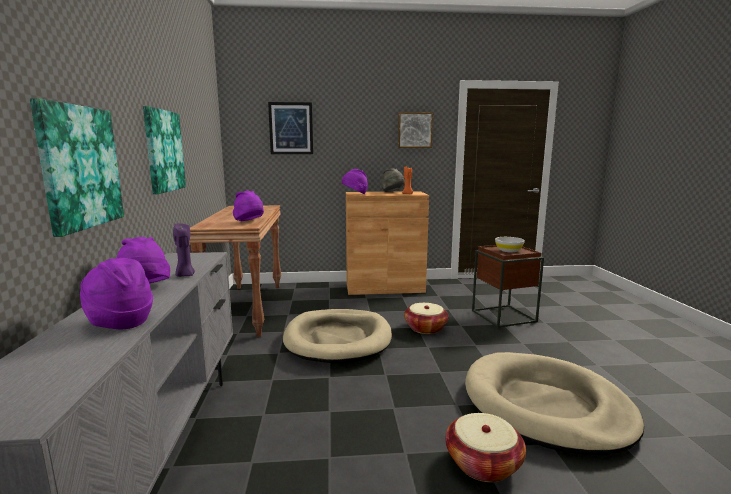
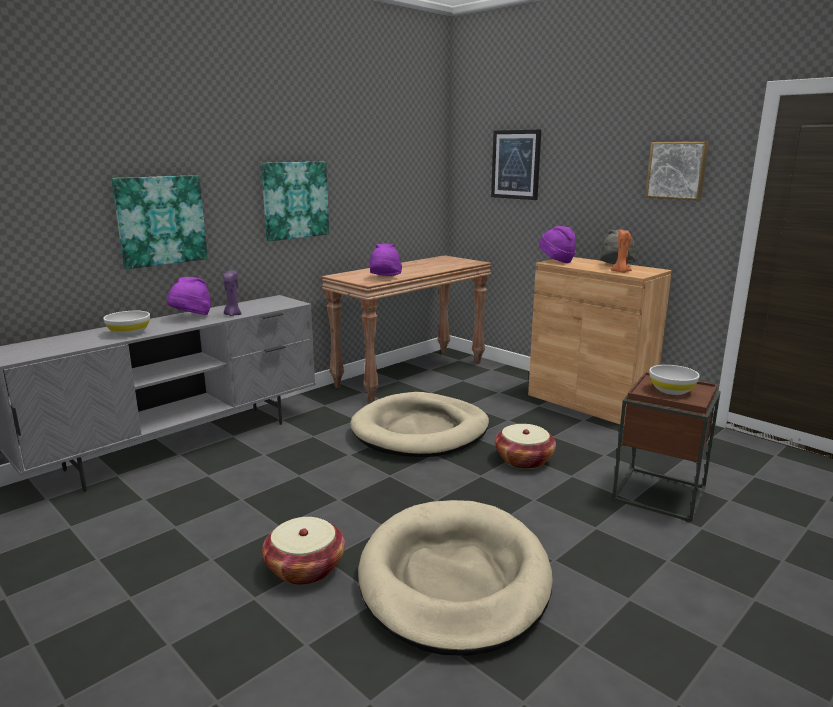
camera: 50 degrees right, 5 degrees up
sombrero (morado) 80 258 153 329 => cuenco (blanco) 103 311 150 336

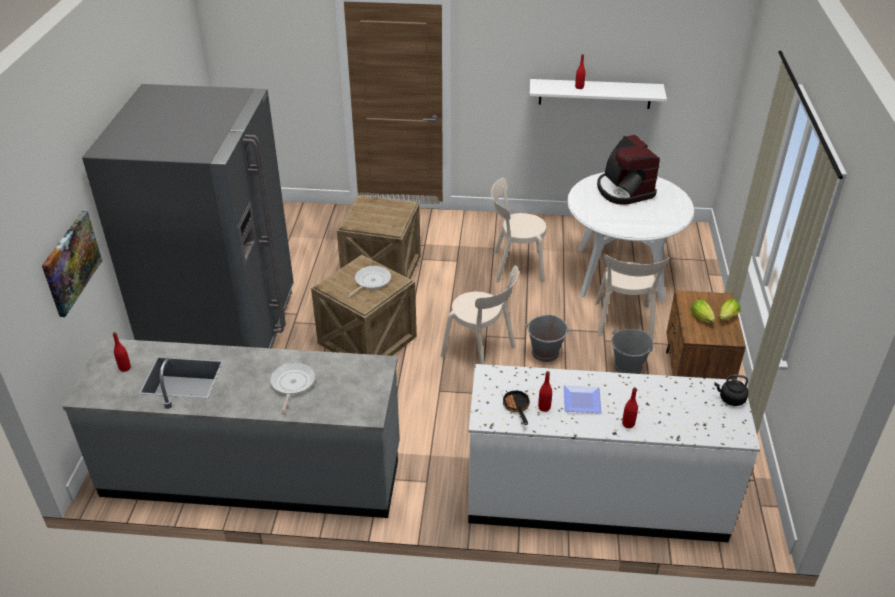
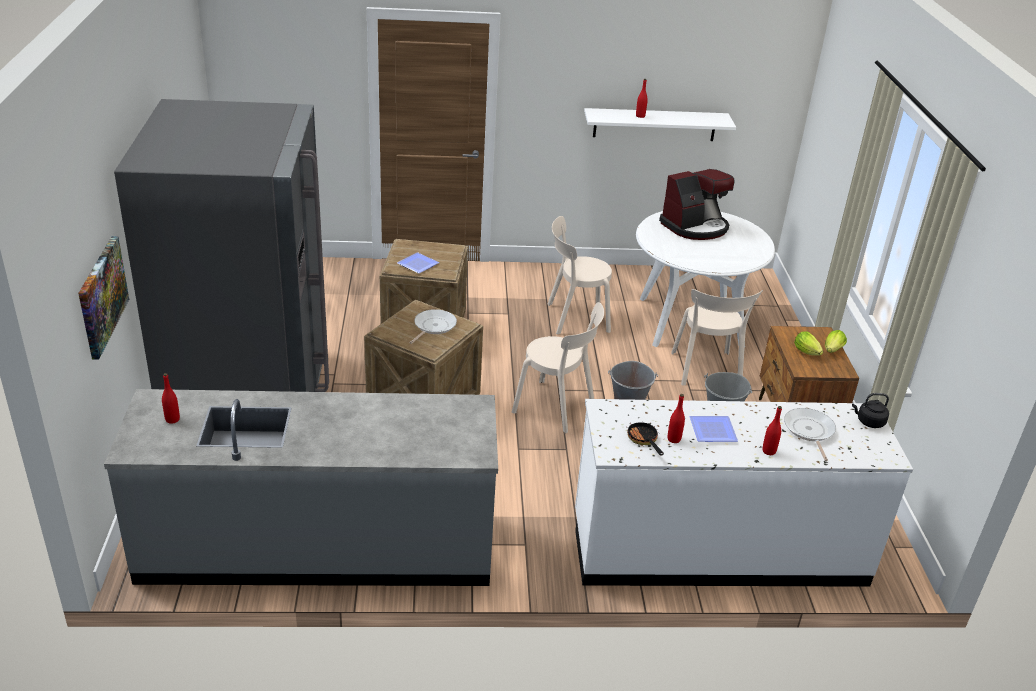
camera: 10 degrees left, 5 degrees down
nothing => plato 397 252 439 273
cafetera 597 135 660 205 => cafetera 659 169 734 240, 90 degrees counterclockwise
sartén 270 362 315 414 => sartén 784 408 836 461, relocated

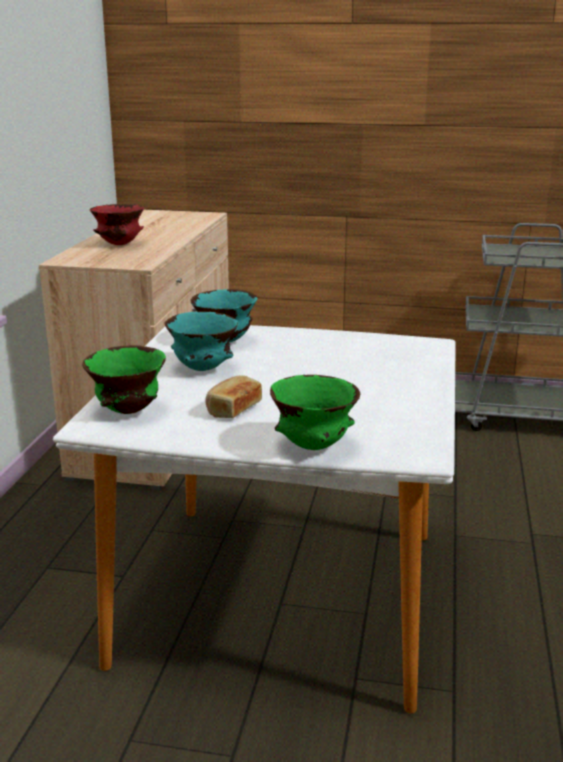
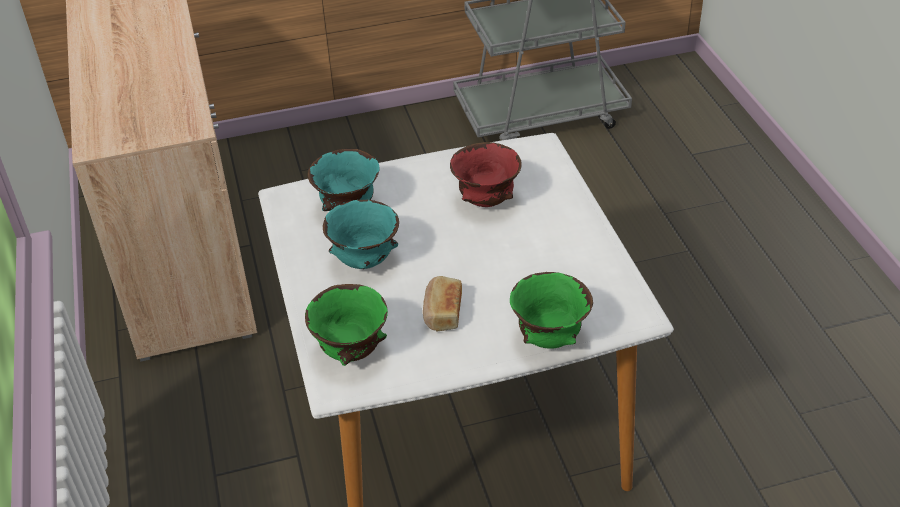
camera: 25 degrees left, 20 degrees up
cuenco (rojo) 90 204 144 245 => cuenco (rojo) 450 142 522 207, relocated

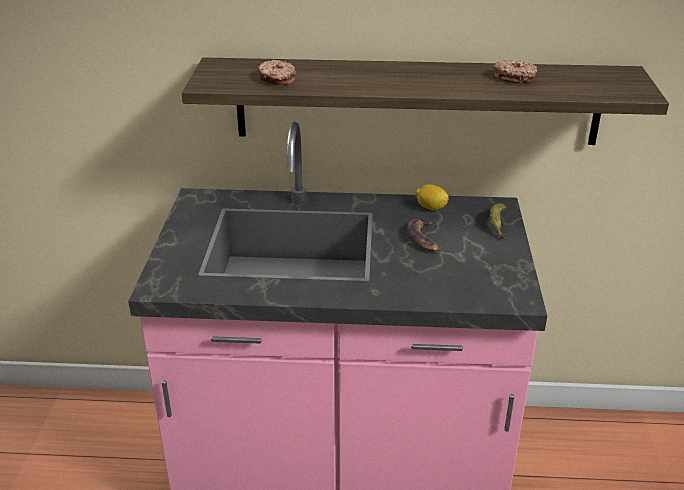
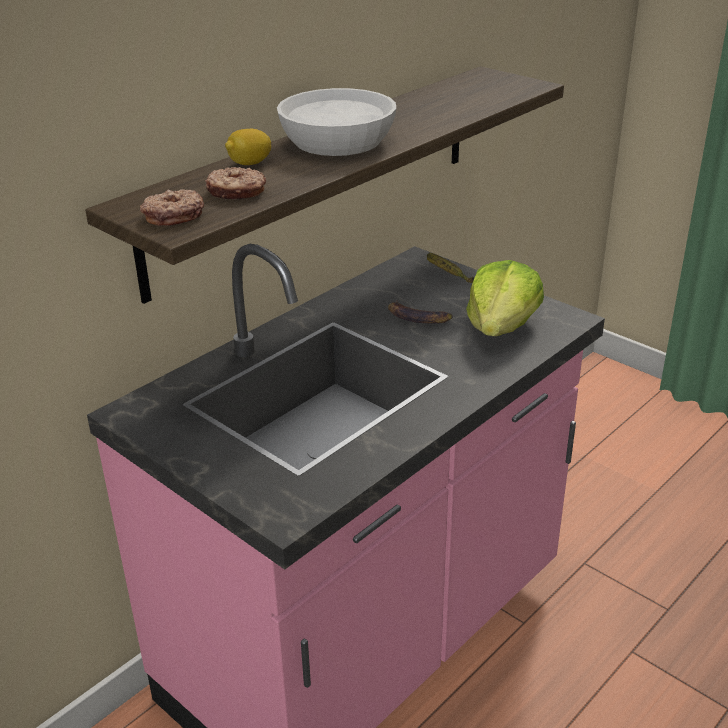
camera: 50 degrees left, 0 degrees up
rosquilla 493 60 538 83 => rosquilla 140 189 204 226, relocated
limón 415 184 449 210 => limón 225 129 271 165, relocated
nothing => cuenco (blanco) 277 88 396 156
nothing => lechuga 466 260 544 336

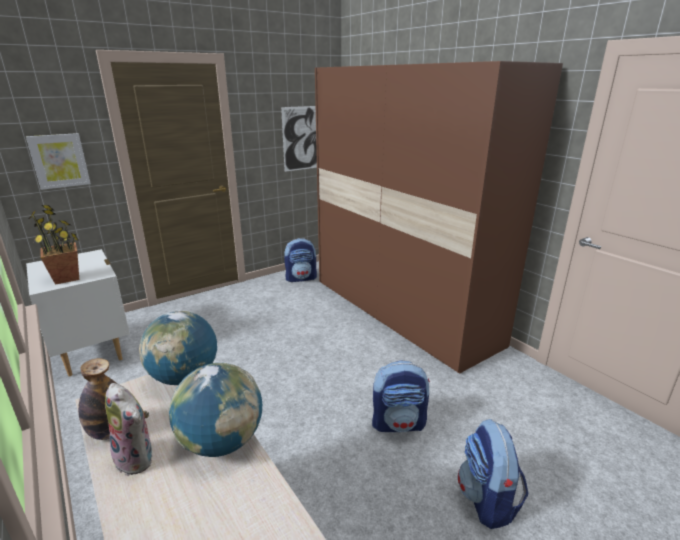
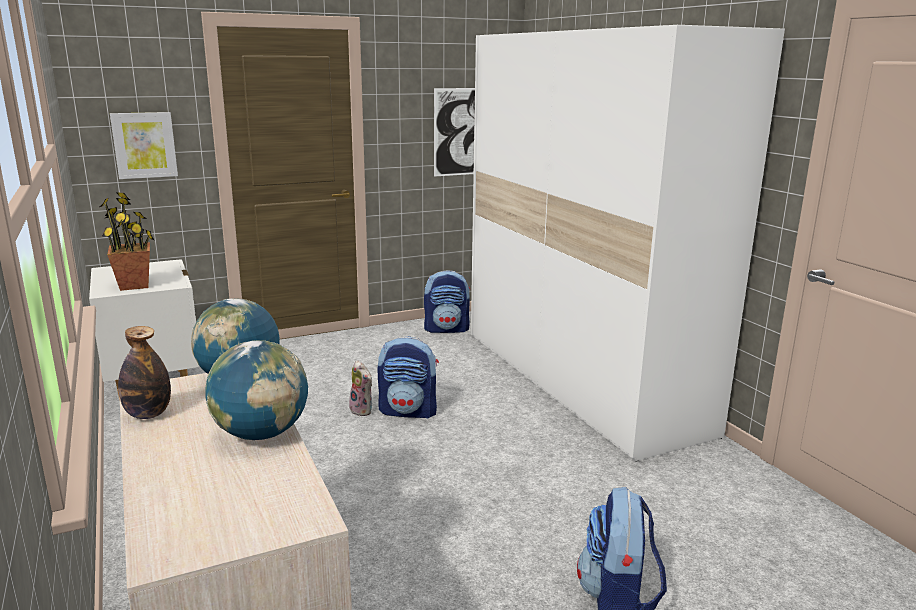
camera: 10 degrees right, 5 degrees down
peluche 105 383 152 476 => peluche 349 360 372 416, relocated
mochila 372 360 430 432 => mochila 378 336 439 418, relocated
armario ropero (marrón) 315 61 563 374 => armario ropero (blanco) 471 25 785 462

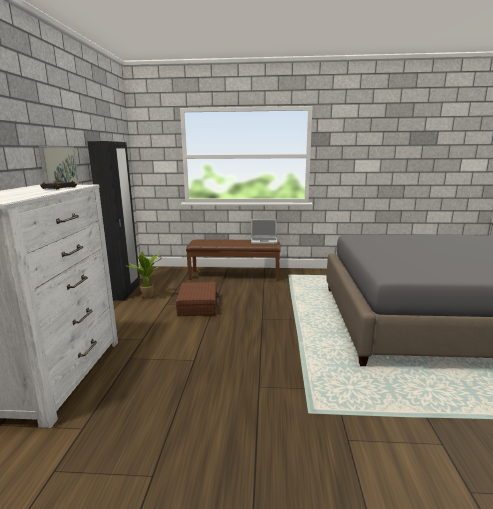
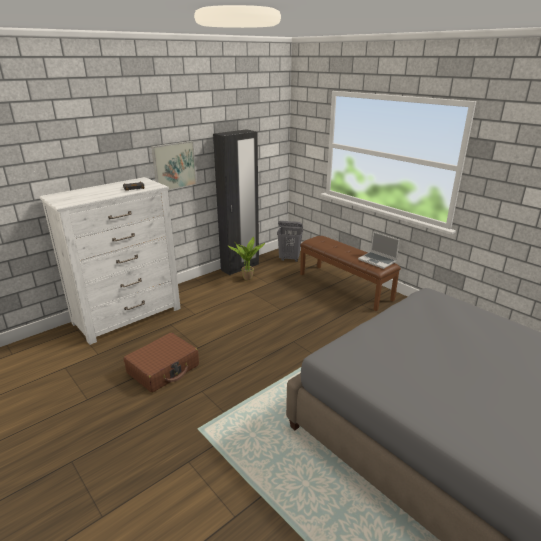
camera: 45 degrees right, 10 degrees up
maleta (marrón) 176 282 219 316 => maleta (marrón) 124 333 199 393, relocated
nothing => cesto de la ropa (gris) 277 221 303 262

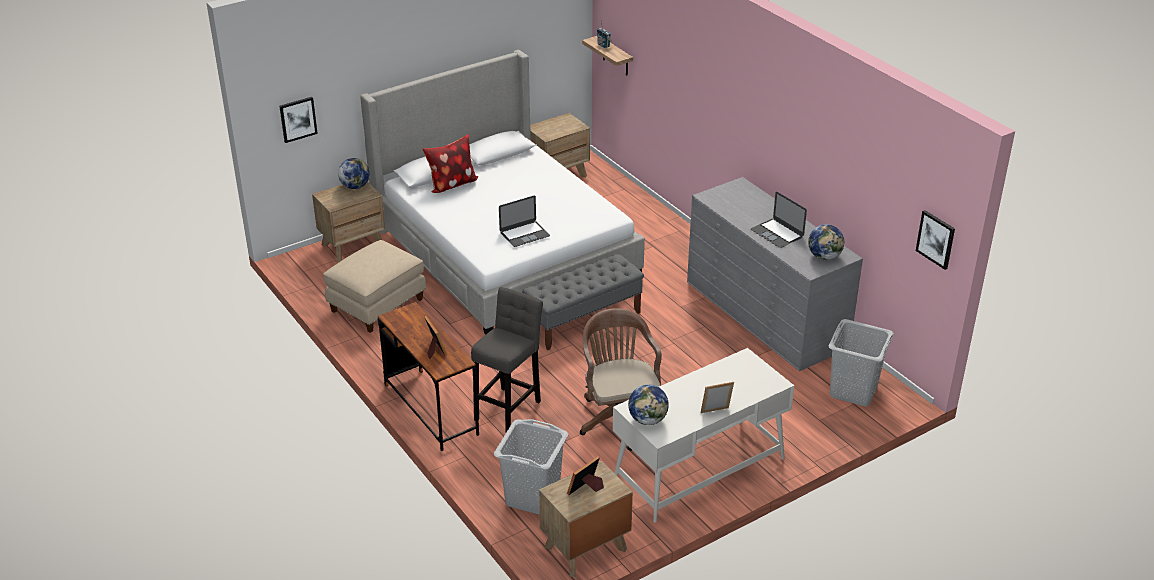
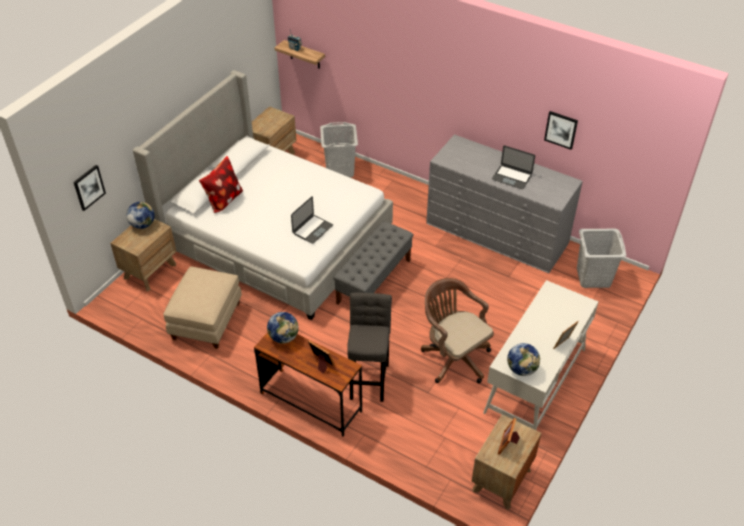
camera: 25 degrees left, 10 degrees up
globo terráqueo 808 224 844 260 => globo terráqueo 267 312 299 344, relocated
cesto de la ropa (gris) 494 419 568 515 => cesto de la ropa (gris) 320 122 358 177, relocated
cuadro 916 210 955 270 => cuadro 544 111 578 150, relocated

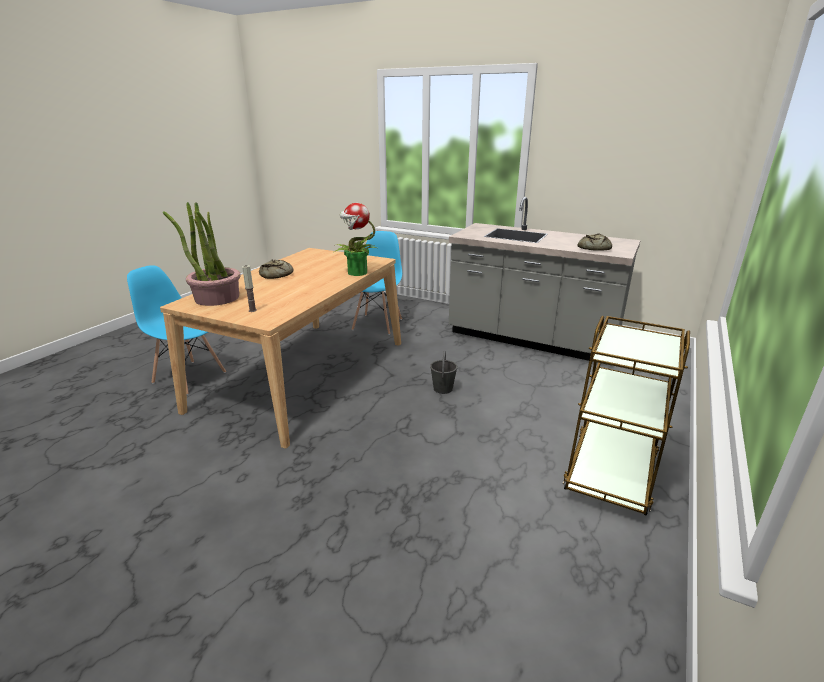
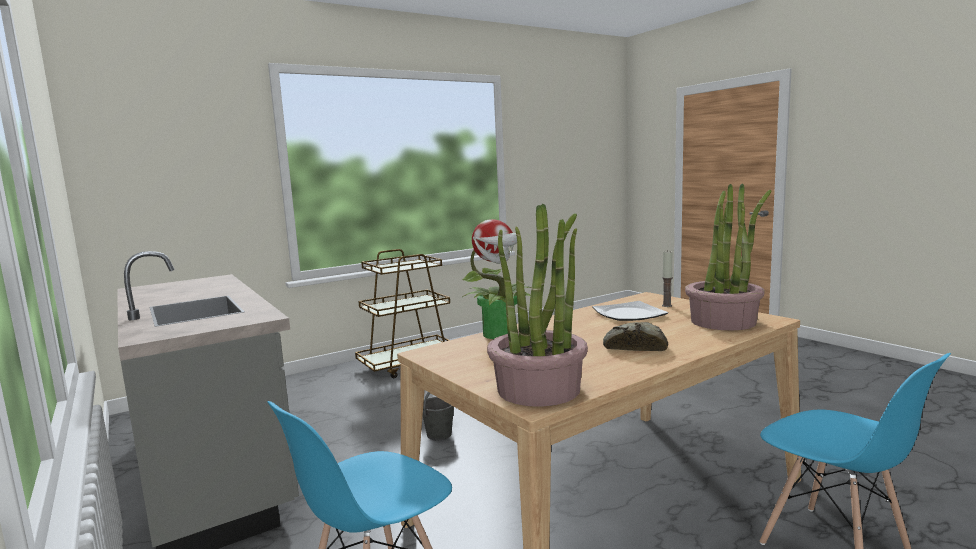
camera: 150 degrees left, 15 degrees down
nothing => planta en maceta 487 204 588 407
nothing => plato 592 301 668 321
pan 578 234 612 251 => nothing

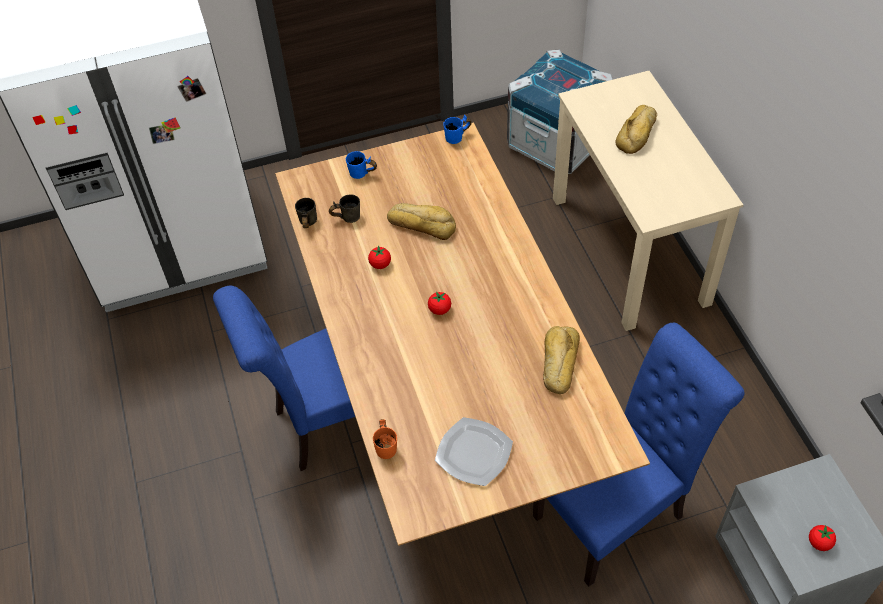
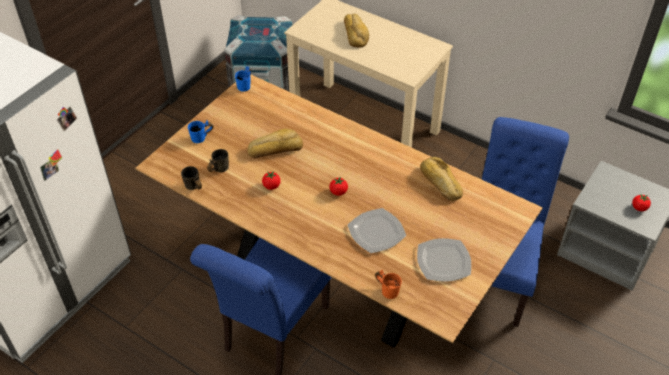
camera: 40 degrees left, 5 degrees down
nothing => plato 348 208 406 253

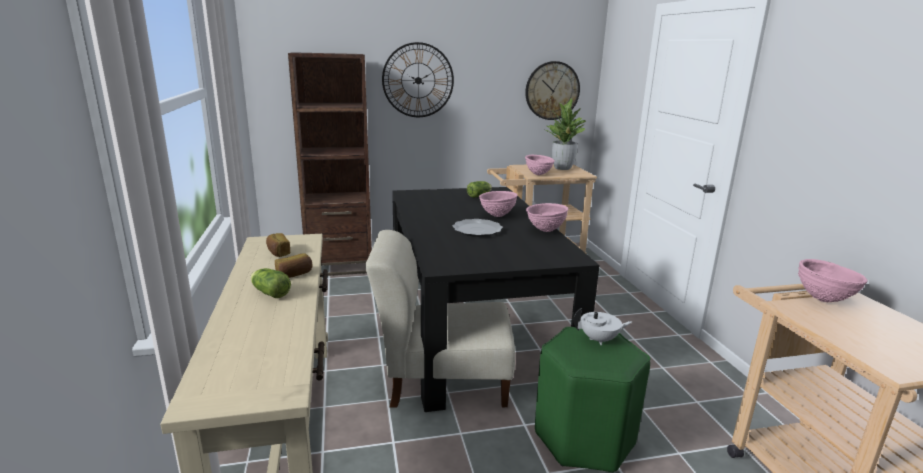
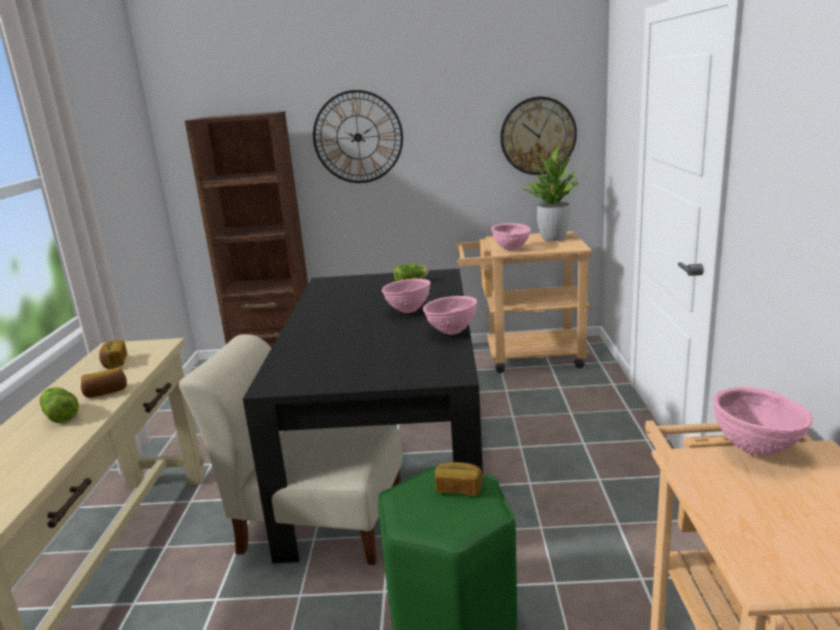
camera: 15 degrees right, 0 degrees up
tetera (blanco) 573 308 632 345 => pan 435 462 483 496
plato 452 219 503 237 => nothing

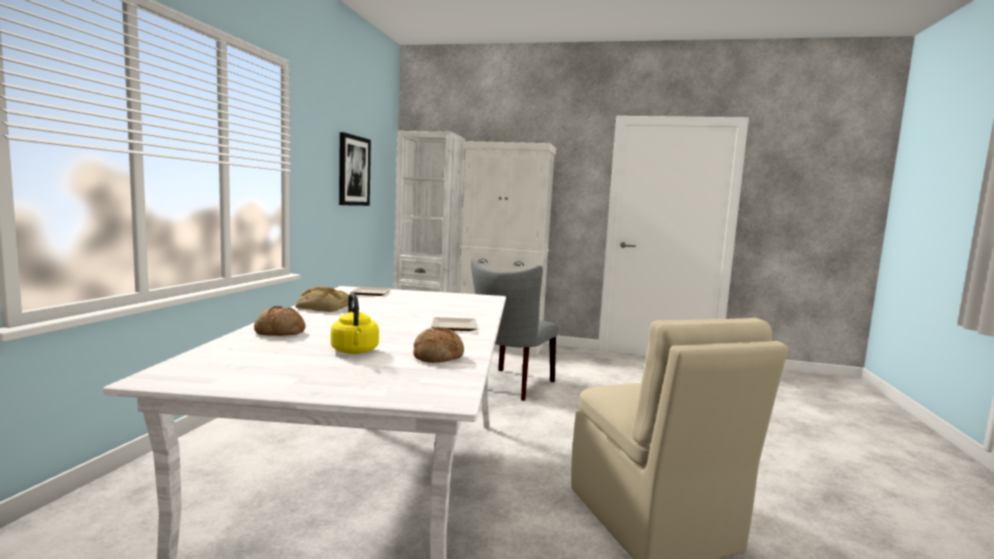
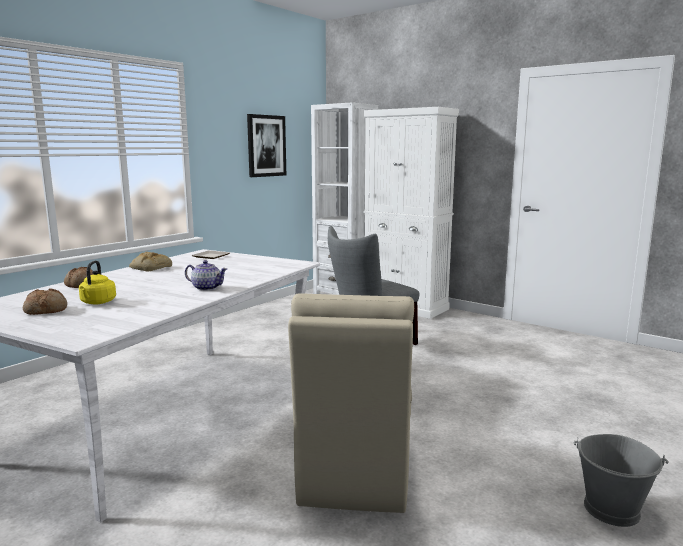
camera: 25 degrees right, 5 degrees up
pan 413 327 464 363 => pan 23 288 67 315, relocated
plato 431 317 477 331 => tetera 185 260 227 291
nothing => cubo (gris) 573 434 668 527

